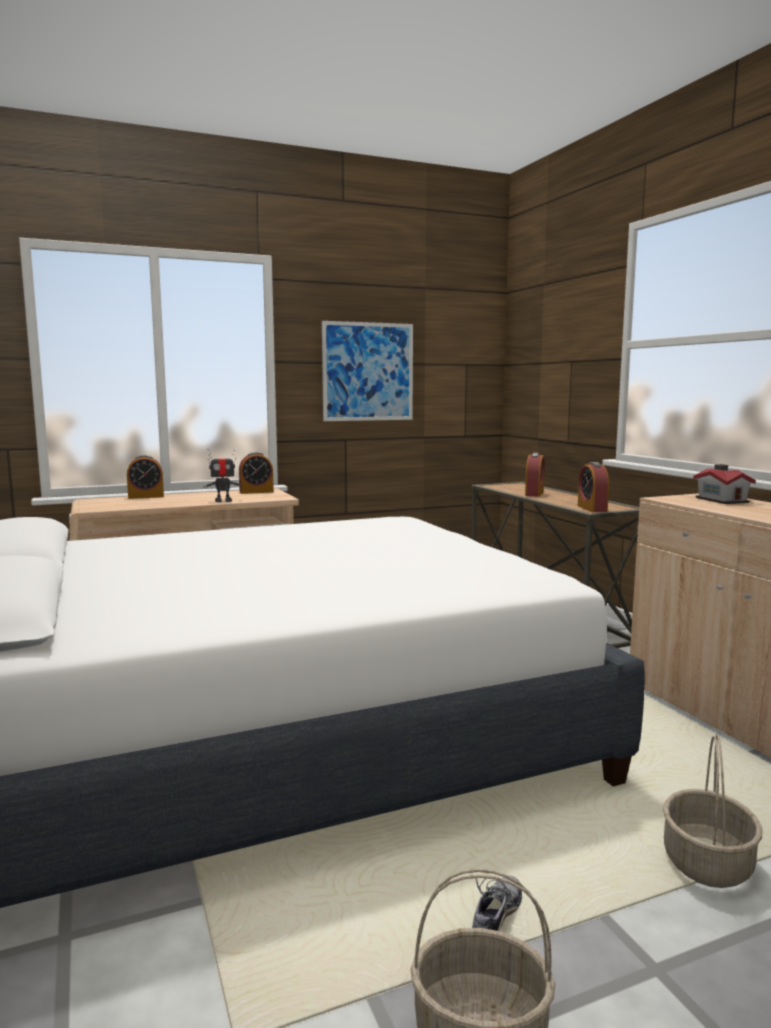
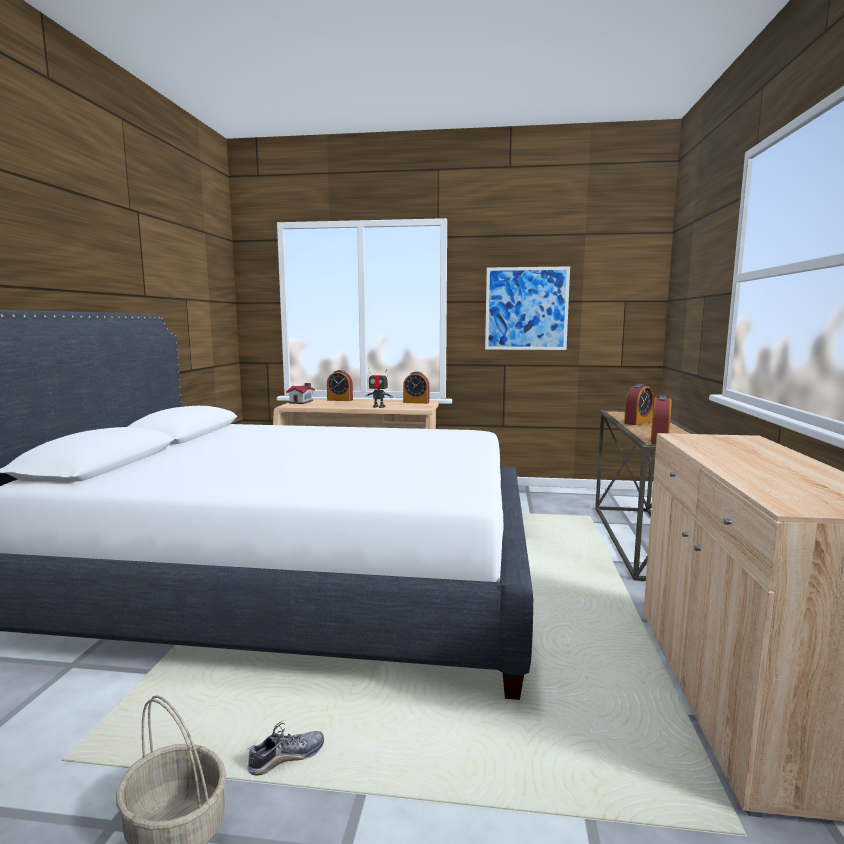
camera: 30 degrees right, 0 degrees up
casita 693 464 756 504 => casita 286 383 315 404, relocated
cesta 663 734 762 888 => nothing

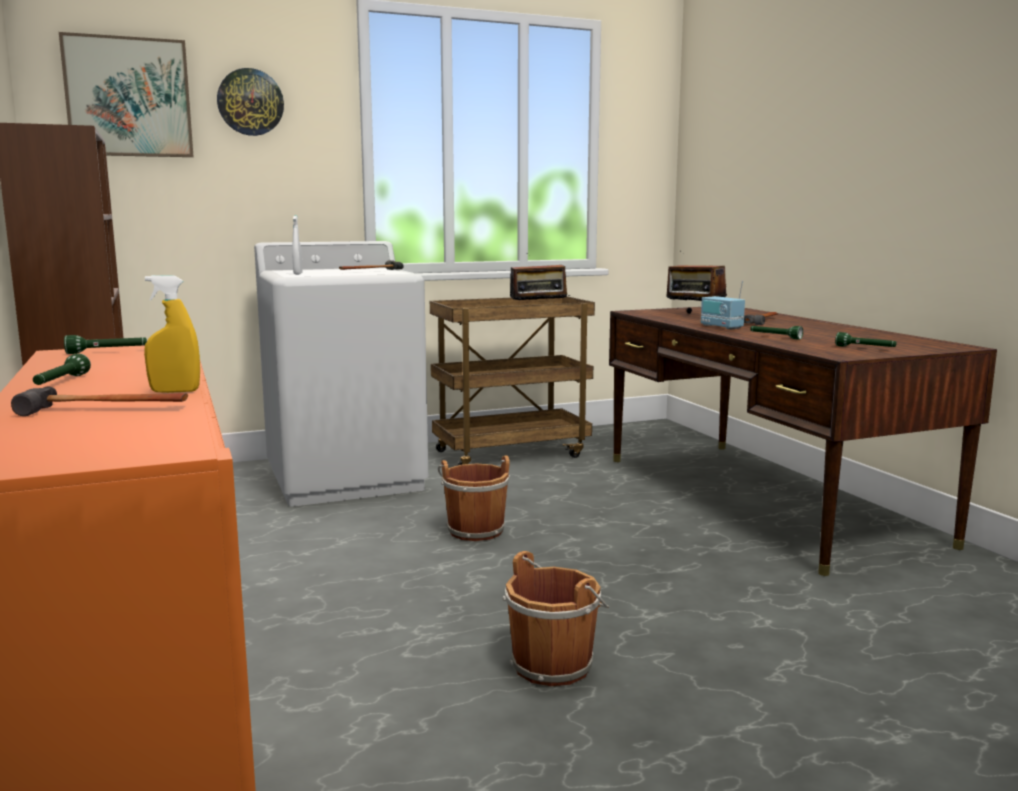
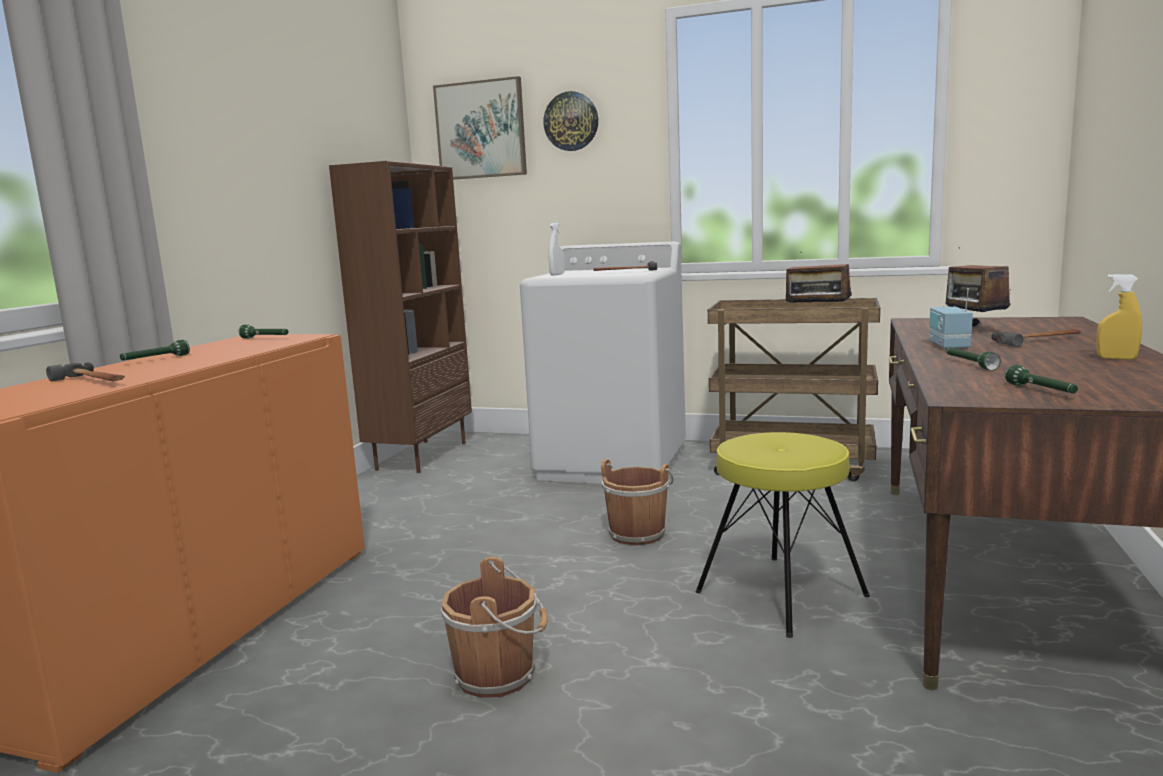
camera: 40 degrees right, 0 degrees up
nothing => taburete (amarillo) 696 432 870 638
pulverizador (amarillo) 144 275 200 393 => pulverizador (amarillo) 1097 274 1142 360, relocated

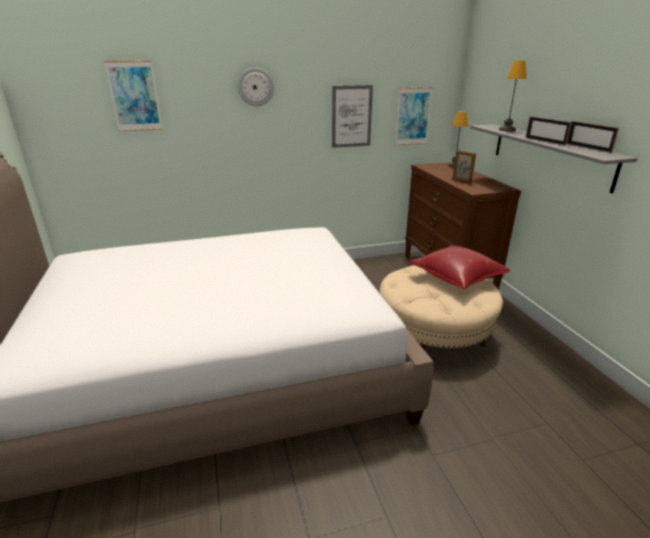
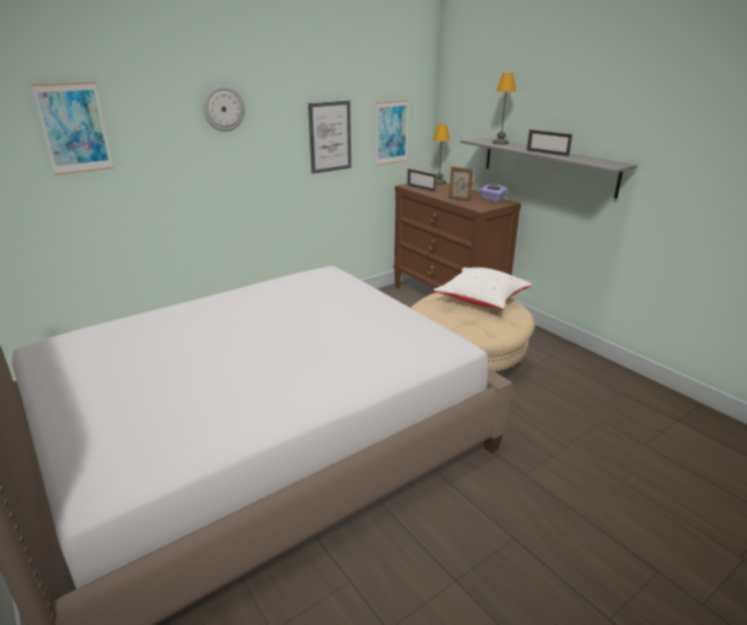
camera: 20 degrees left, 0 degrees up
portarretratos 567 121 619 153 => portarretratos 407 168 437 192, relocated
cojín (rojo) 408 245 510 289 => cojín (blanco) 433 267 532 309
nothing => caja de pañuelos (morado) 480 181 508 202

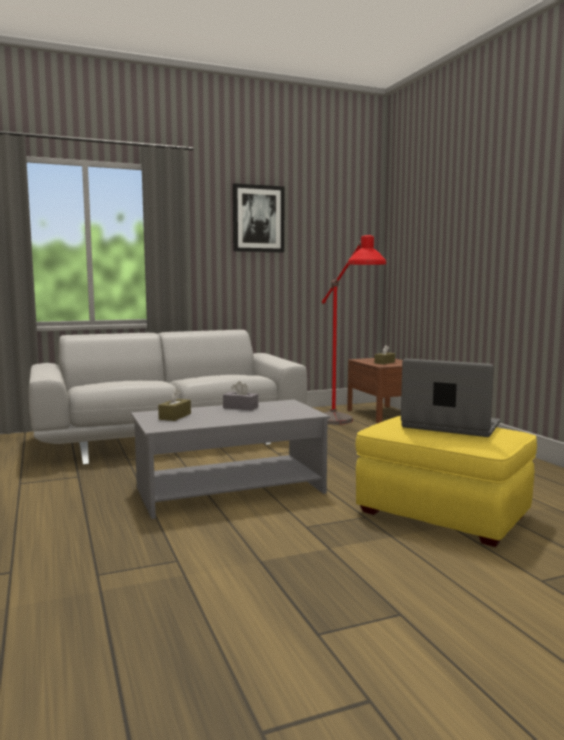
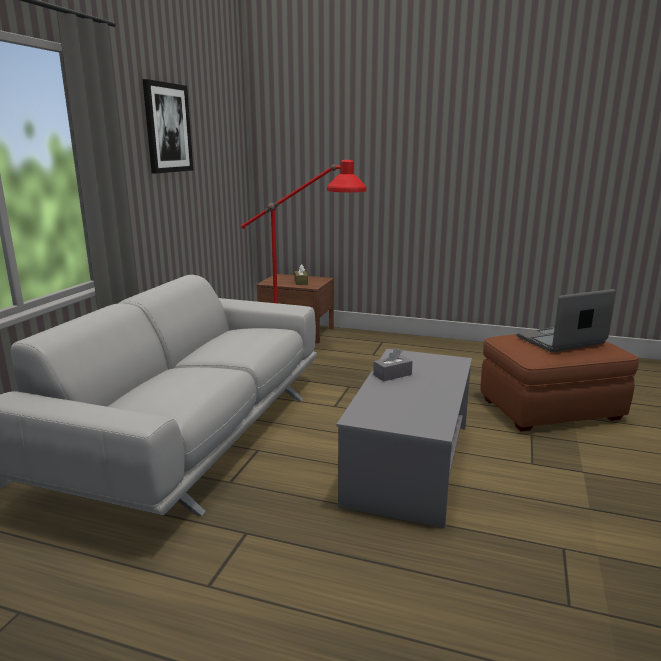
camera: 50 degrees left, 10 degrees up
puf (amarillo) 356 416 537 547 => puf (marrón) 480 334 639 432
caja de pañuelos (marrón) 158 388 191 421 => nothing

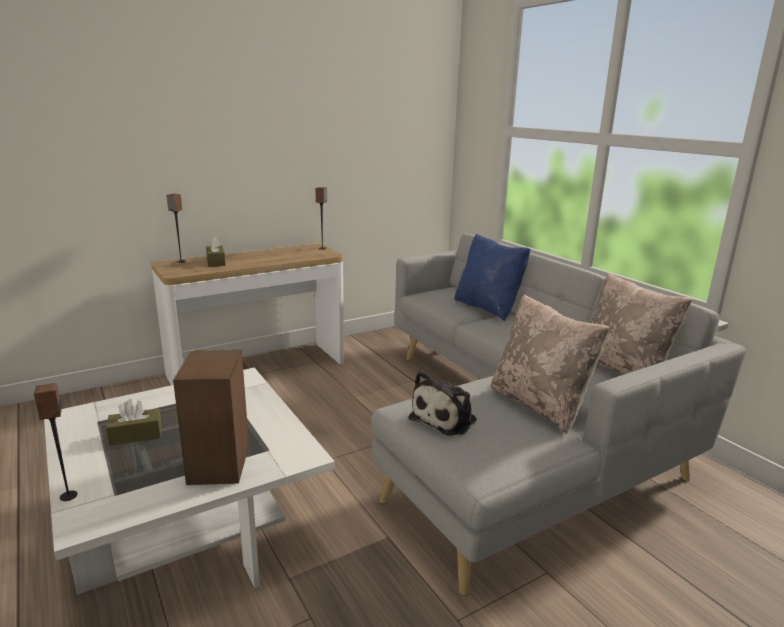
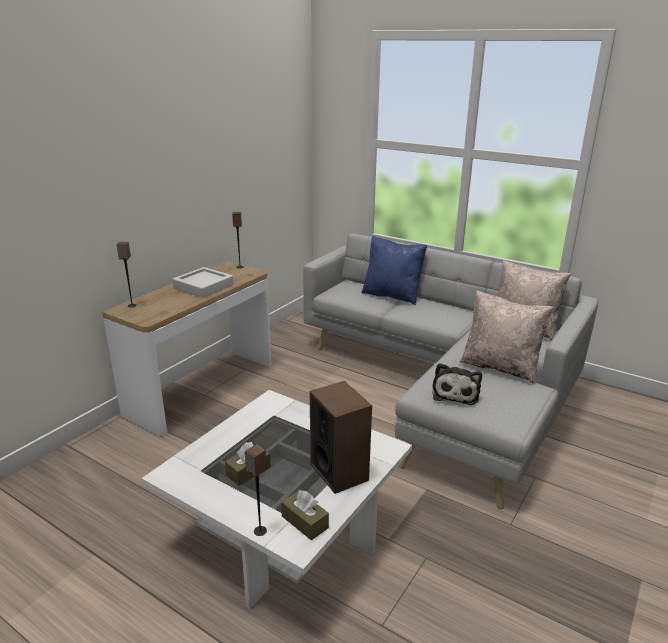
camera: 25 degrees left, 5 degrees up
nothing => bandeja (gris) 172 267 234 298
caja de pañuelos (marrón) 206 237 226 267 => caja de pañuelos (marrón) 281 490 329 540, relocated

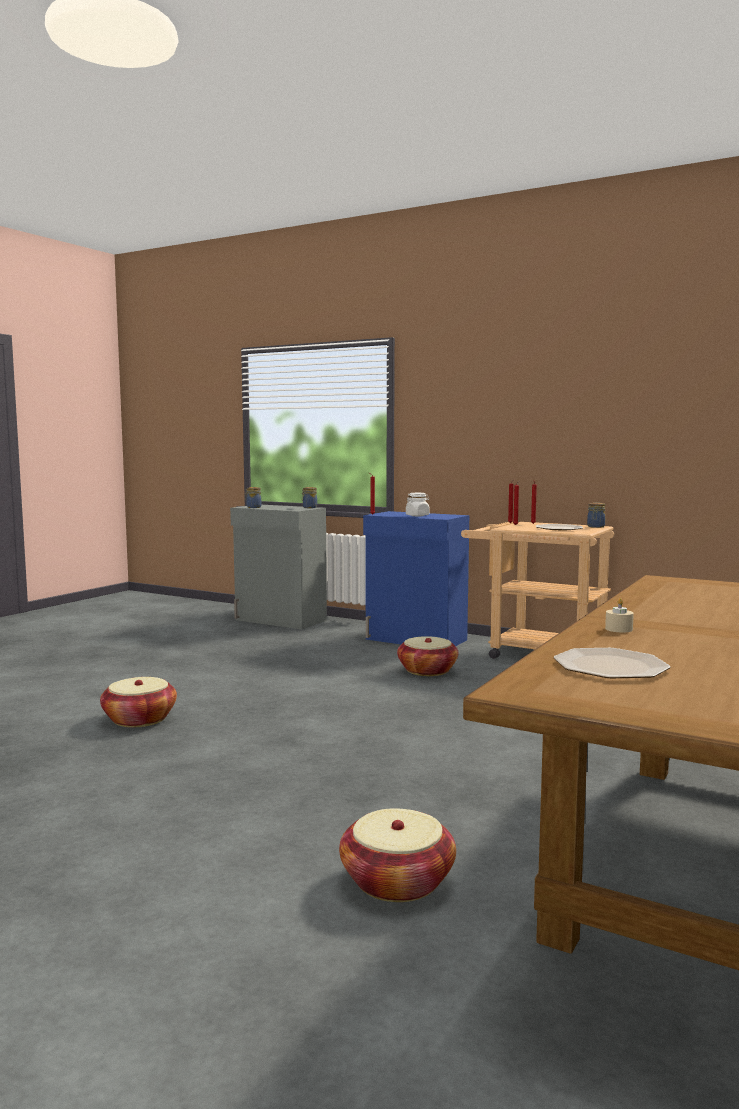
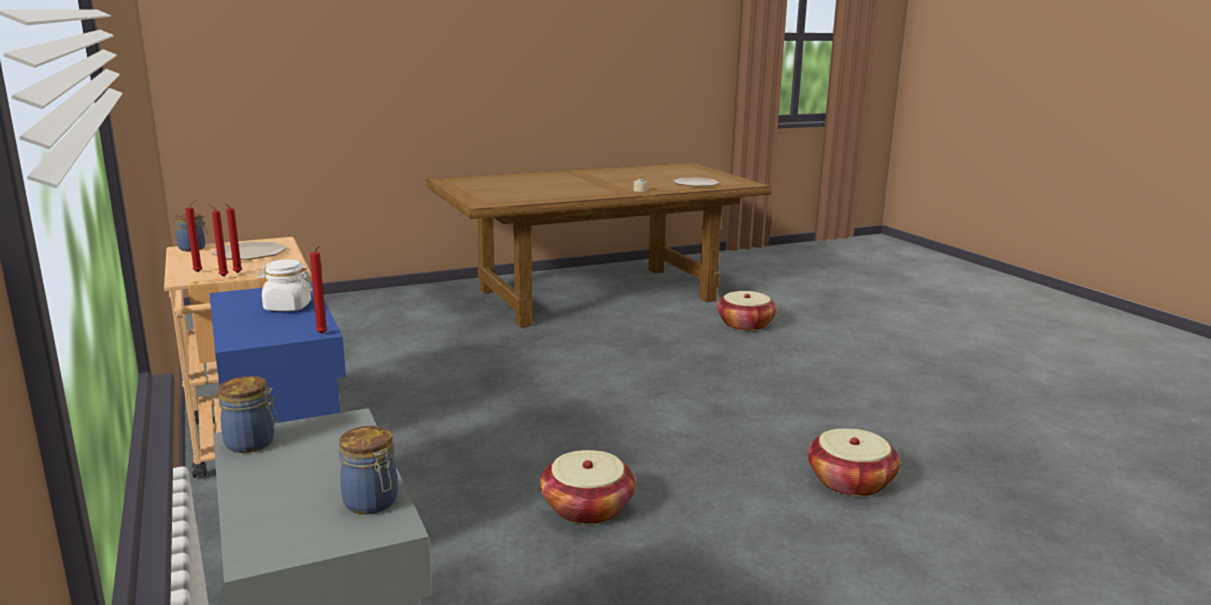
camera: 145 degrees left, 10 degrees up
cesta 397 636 458 676 => cesta 540 450 636 525, relocated

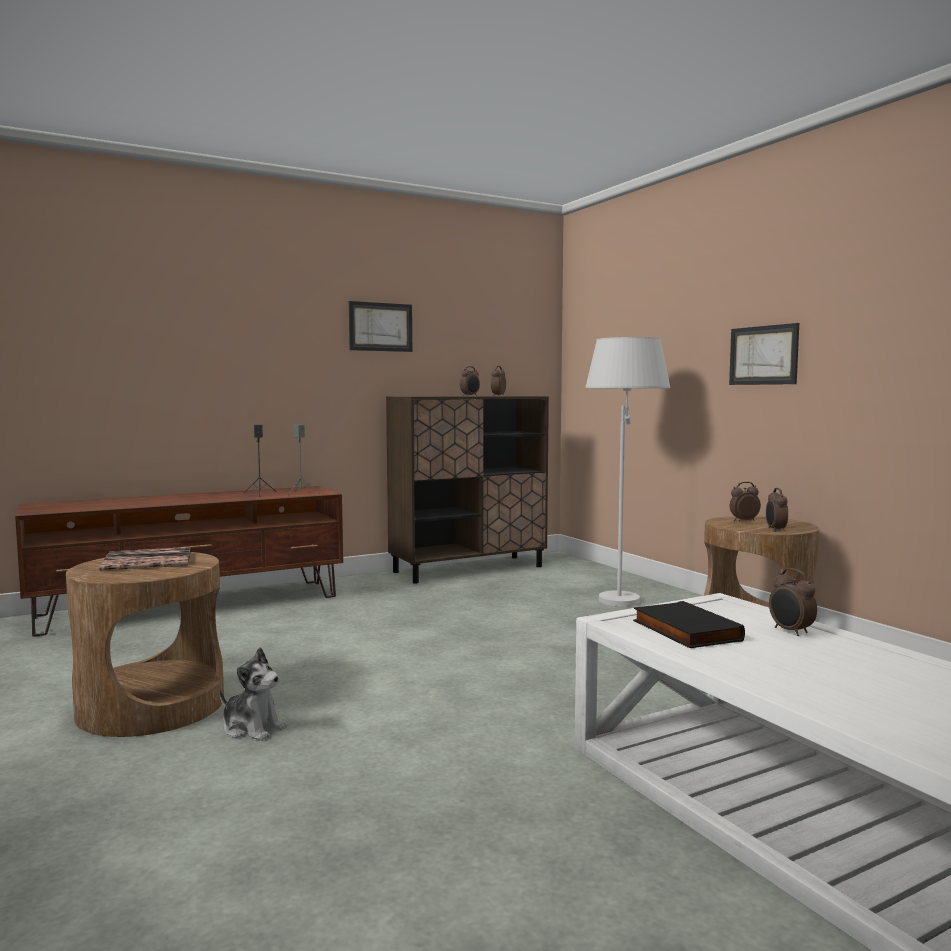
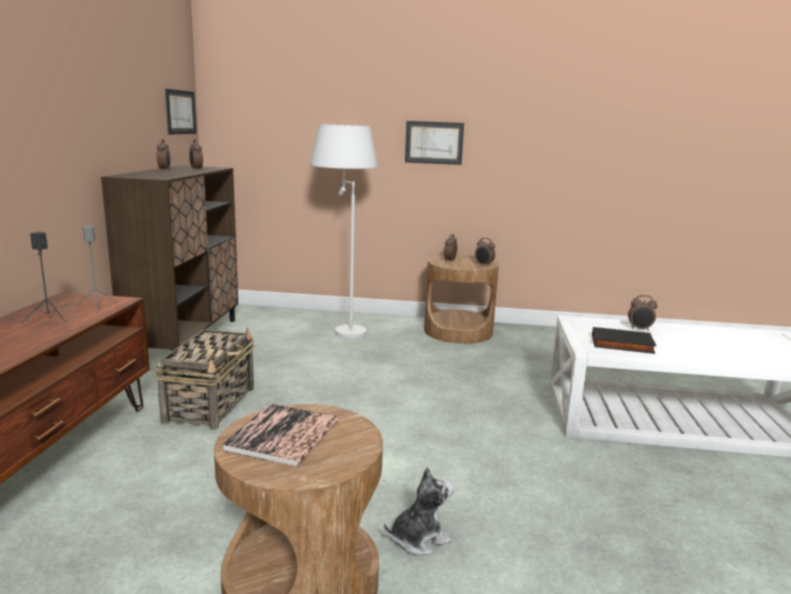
camera: 55 degrees left, 10 degrees up
nothing => cesta 154 327 254 430
cuadro 349 301 412 352 => cuadro 165 89 197 134, relocated

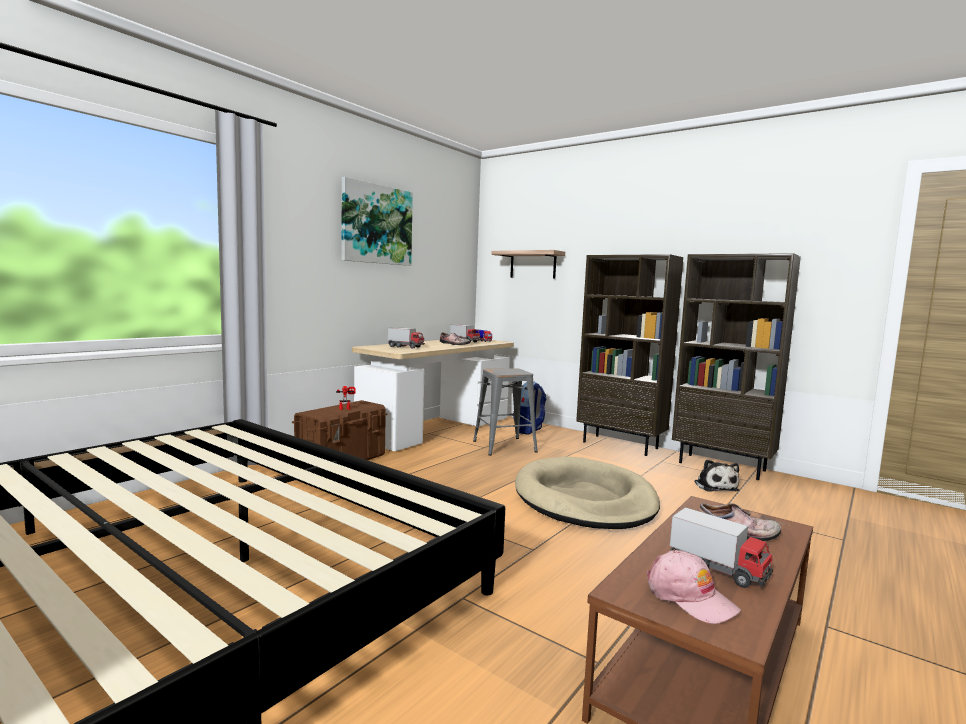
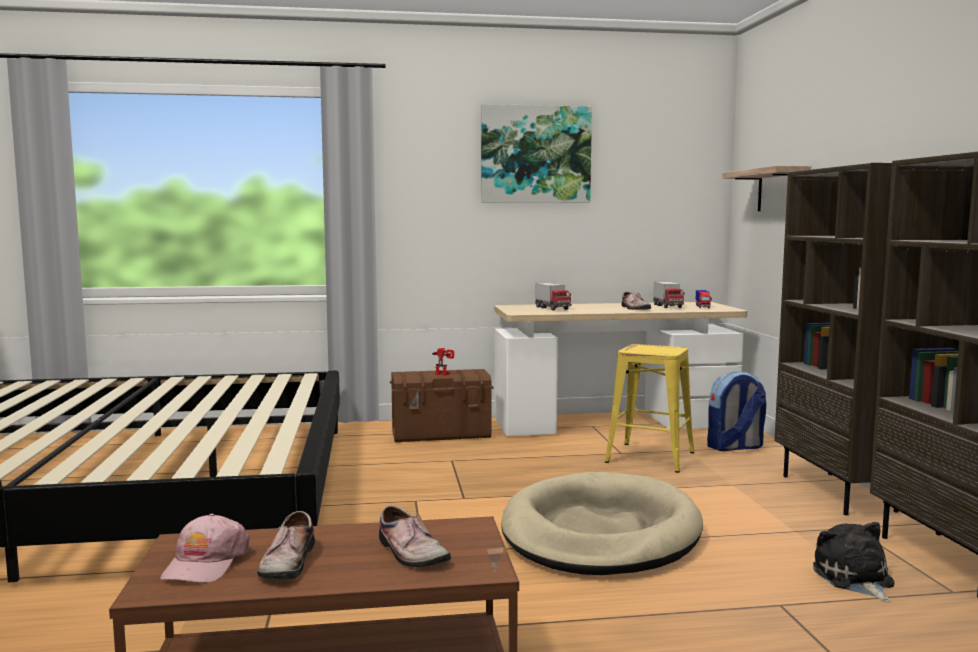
camera: 45 degrees right, 0 degrees up
camión de juguete 670 507 773 588 => zapato 257 511 315 580
taburete (gris) 473 368 538 456 => taburete (amarillo) 605 344 694 473
peluche 694 460 739 492 => peluche 813 522 894 602, 135 degrees clockwise

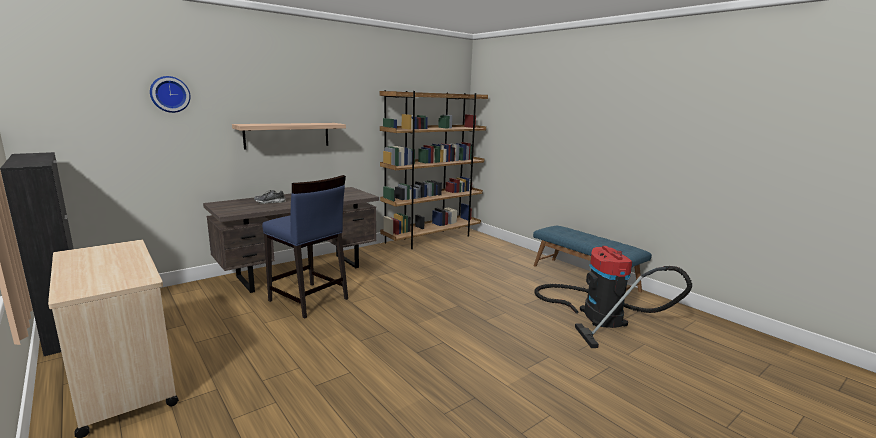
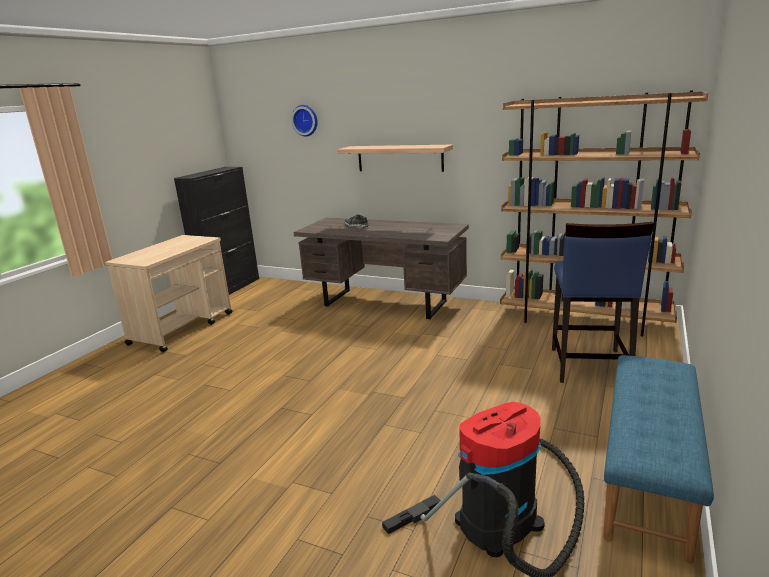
camera: 65 degrees right, 5 degrees up
taburete (azul) 262 175 348 319 => taburete (azul) 552 222 654 383, relocated

